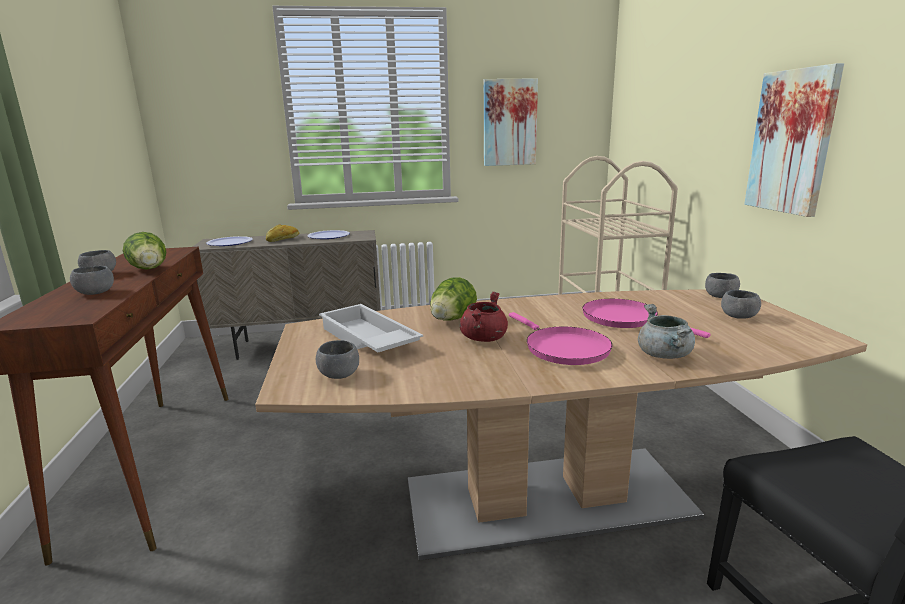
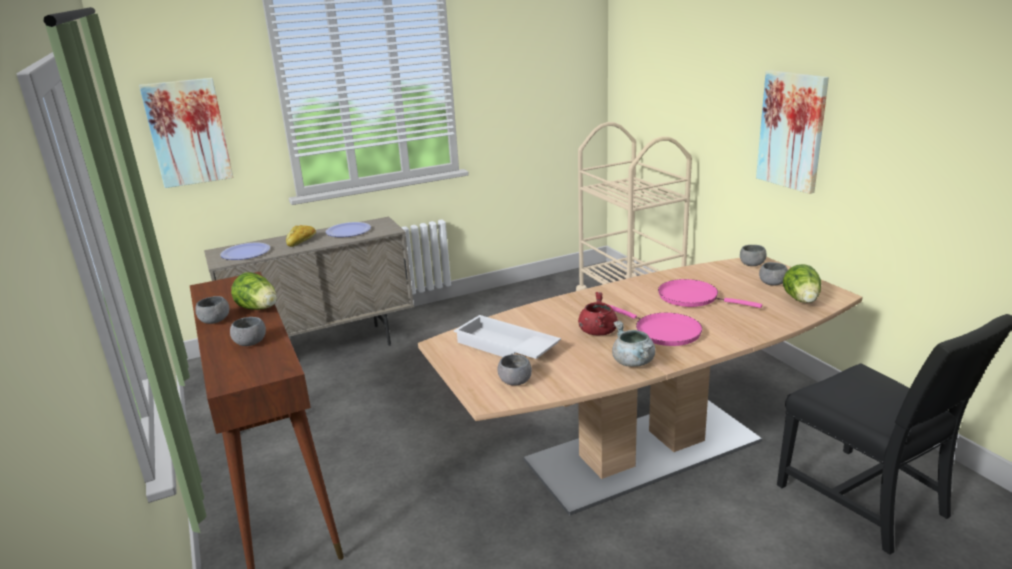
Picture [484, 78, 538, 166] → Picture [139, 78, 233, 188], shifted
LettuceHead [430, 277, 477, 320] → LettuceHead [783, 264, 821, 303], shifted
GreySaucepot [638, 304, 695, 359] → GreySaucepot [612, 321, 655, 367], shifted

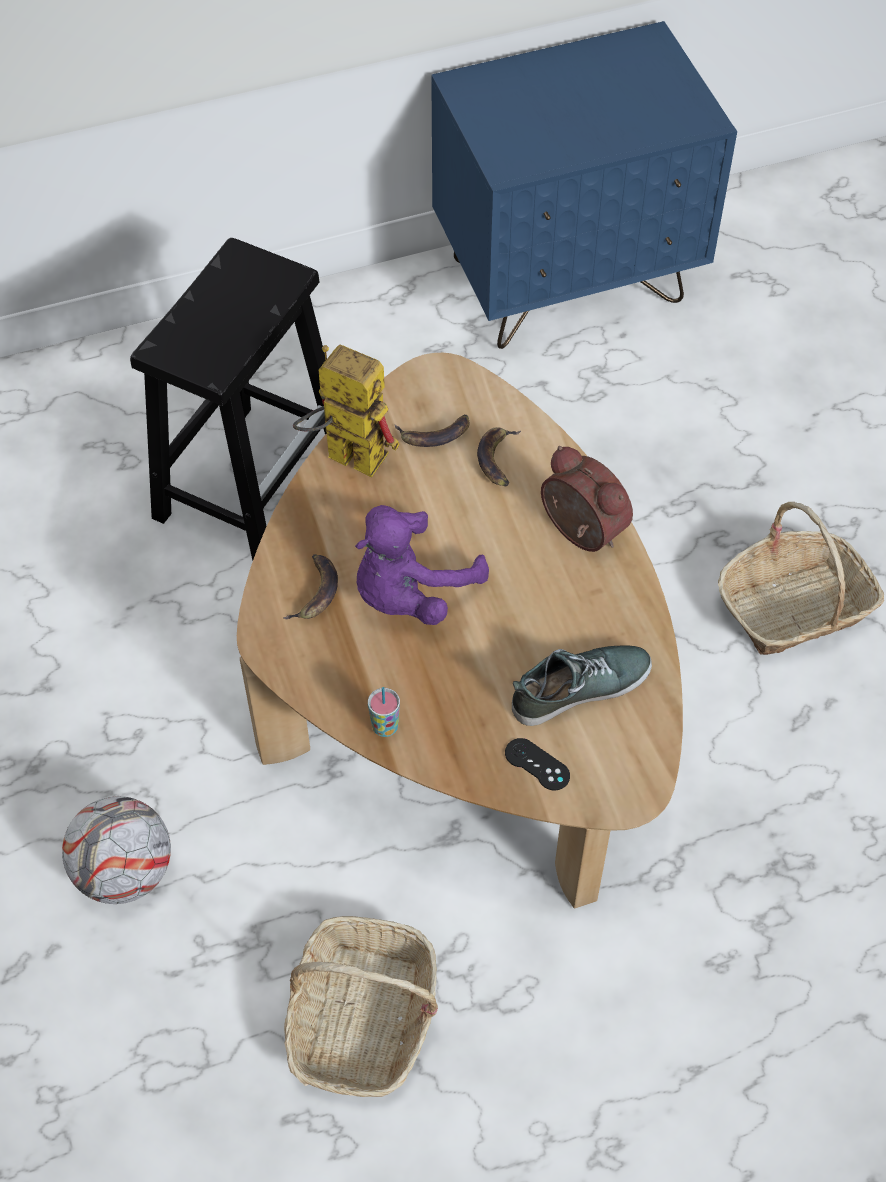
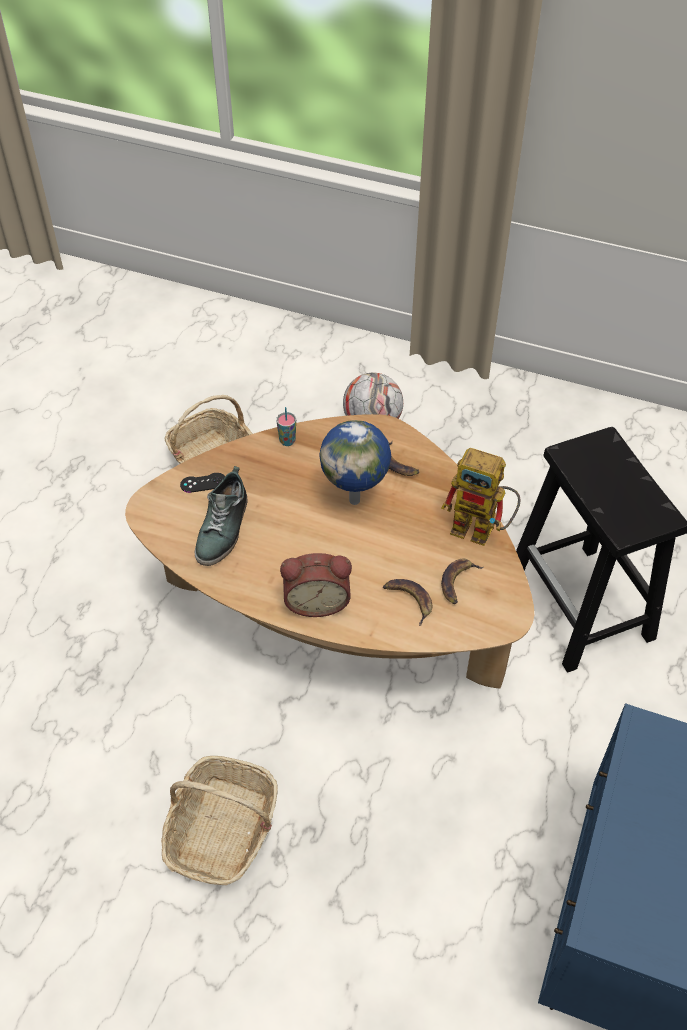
RobotFigure [293, 344, 400, 477] → RobotFigure [441, 448, 520, 546], 45 degrees clockwise
PurpleCuddlyToy [355, 505, 489, 625] → Globe [319, 420, 391, 505]

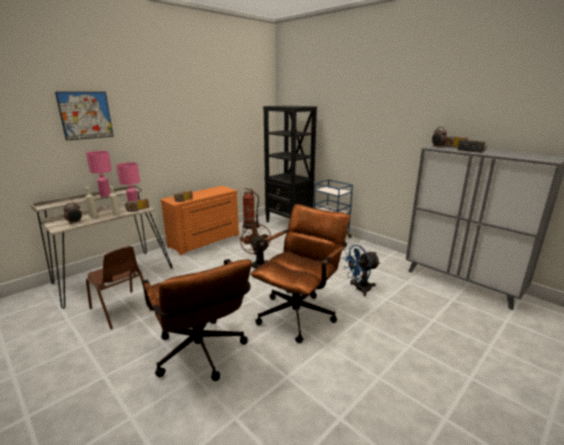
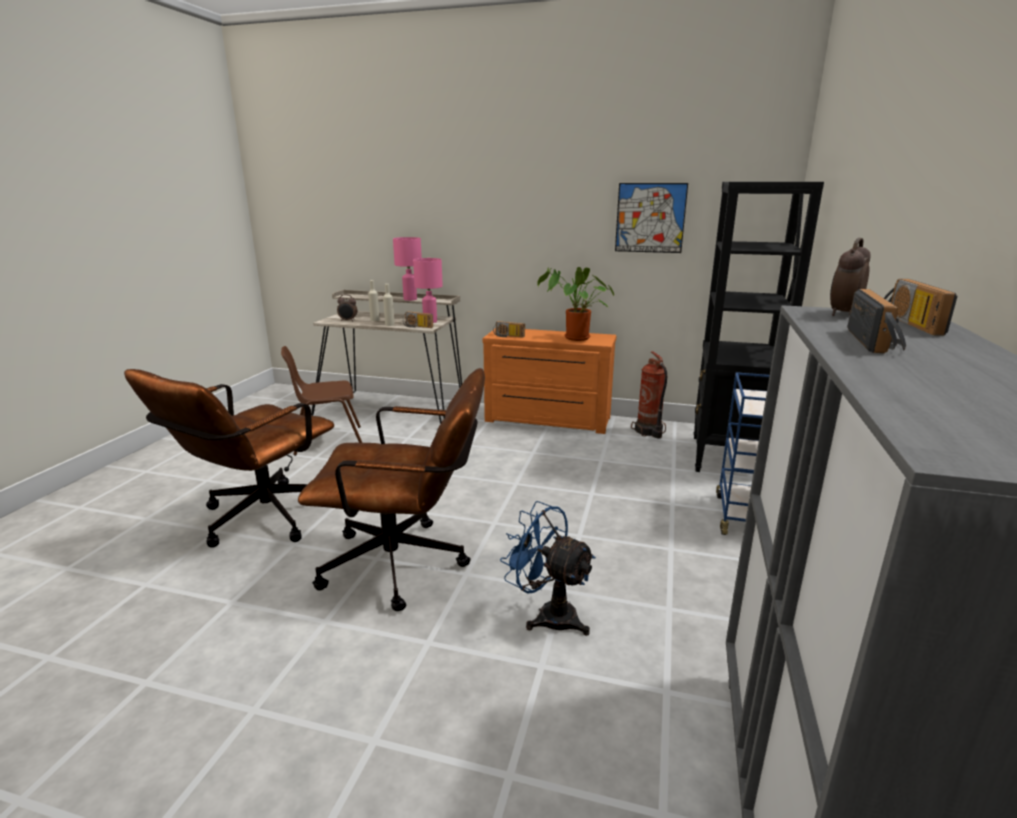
Picture [55, 92, 114, 141] → Picture [615, 183, 688, 253], shifted
BrownColouredElectricFan [240, 223, 271, 269] → -
BrownColouredUprightChair [86, 246, 152, 329] → BrownColouredUprightChair [281, 346, 362, 456], 60 degrees clockwise
- → PottedPlant [537, 267, 614, 341]

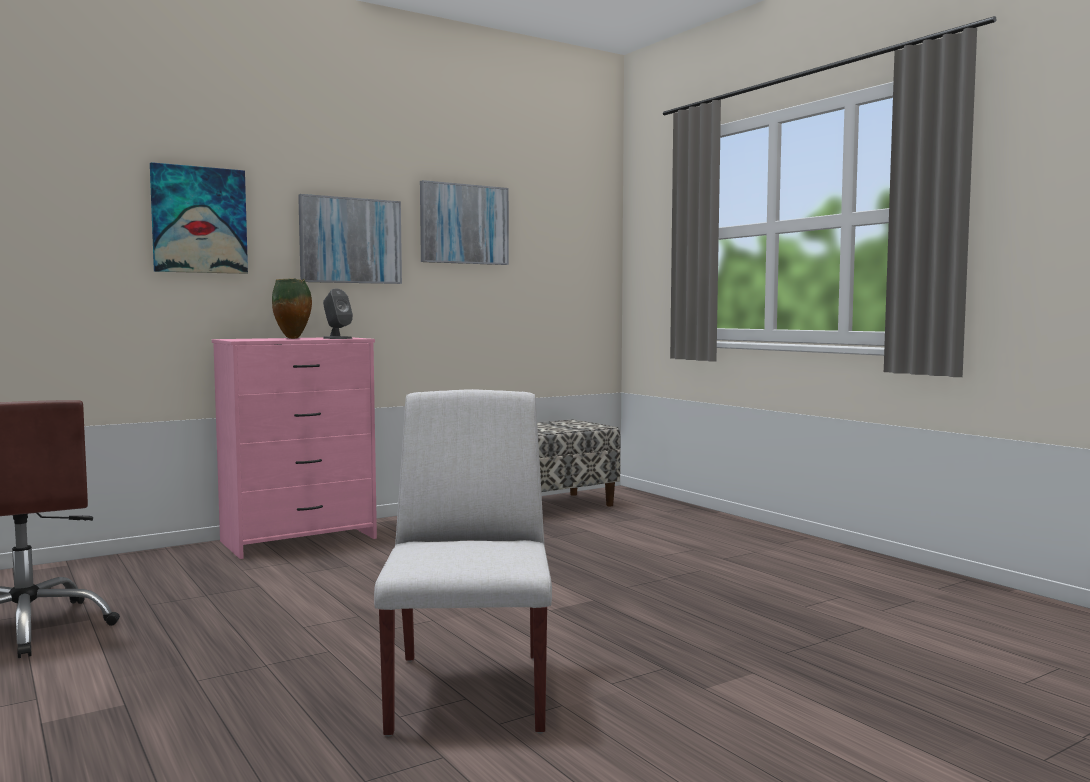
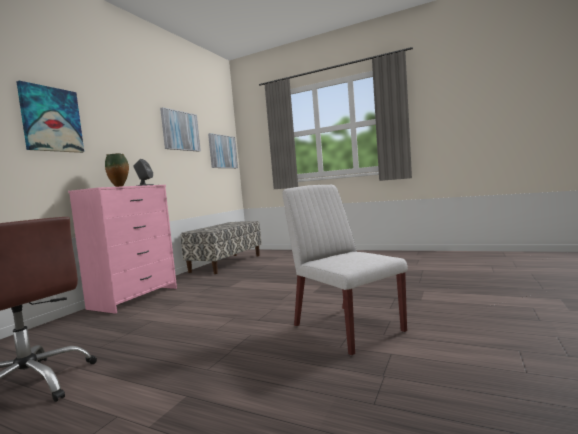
Picture [298, 194, 402, 284] → Picture [208, 133, 238, 168], shifted

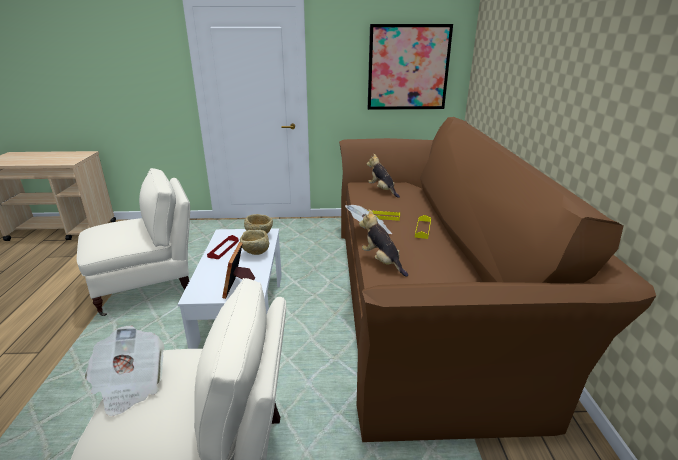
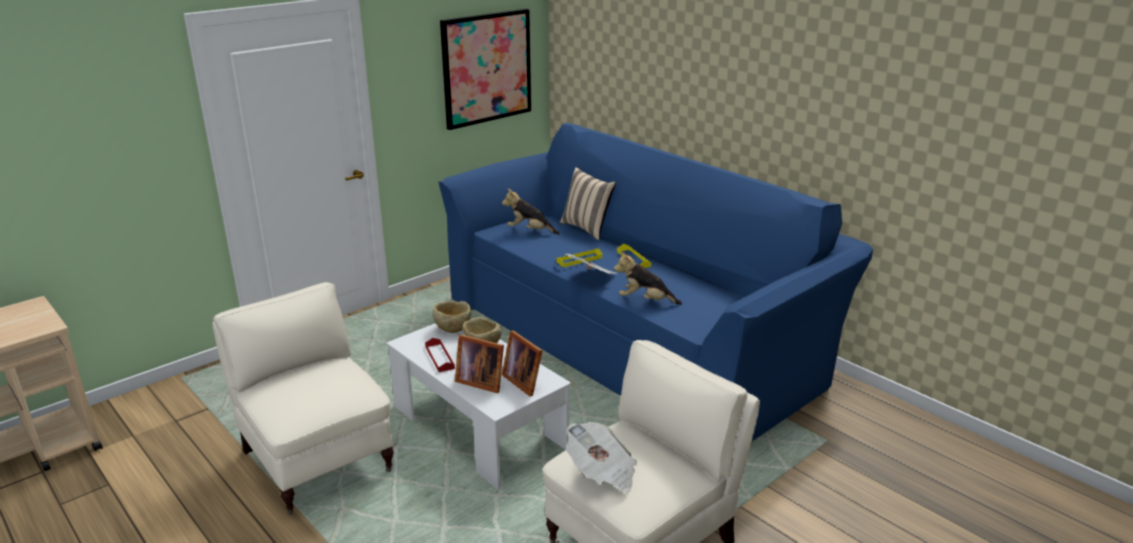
BrownColouredSettee [339, 117, 656, 442] → BluishSettee [438, 123, 873, 441]
SandColouredArmchair [77, 168, 190, 316] → SandColouredArmchair [213, 282, 394, 515], 60 degrees counterclockwise
- → SandColouredThrowPillow [560, 167, 616, 240]
- → StandingFrame [455, 335, 504, 393]

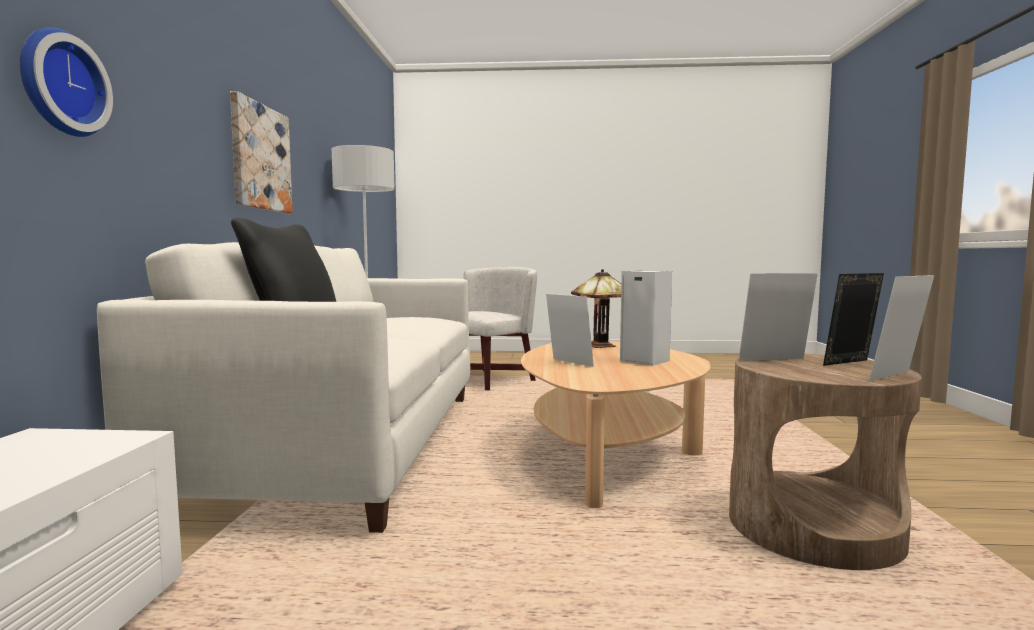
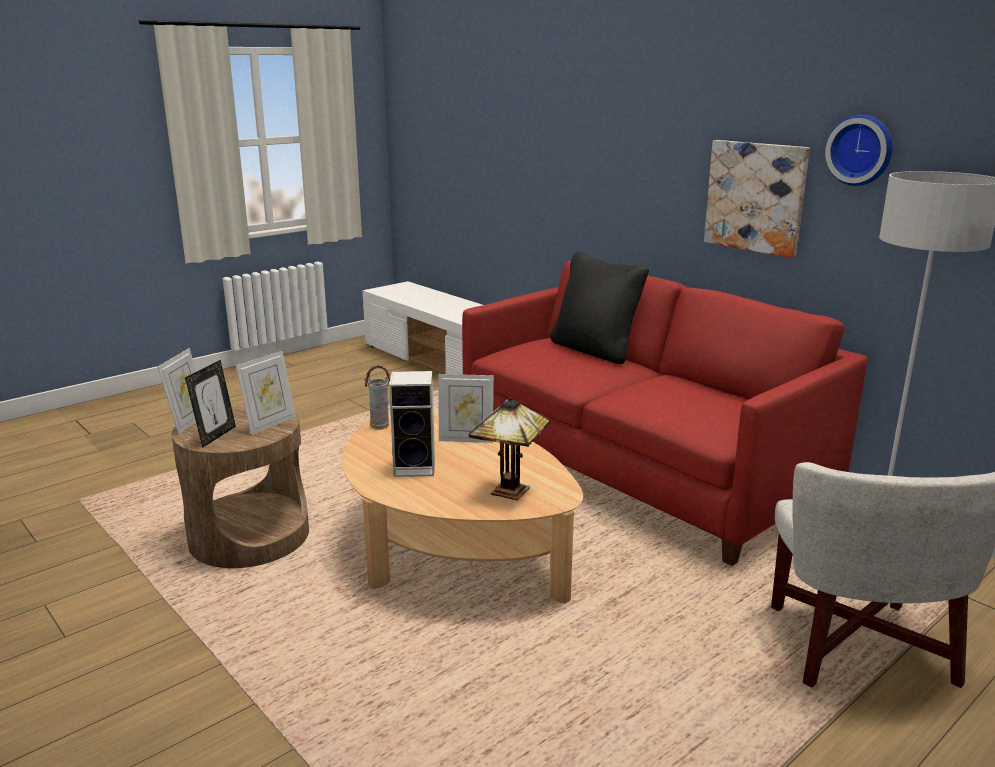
HangingClock [20, 27, 113, 137] → HangingClock [825, 114, 893, 186], shifted
WhiteColouredSettee [97, 242, 470, 533] → ReddishSettee [462, 261, 867, 566]
- → DecorativeVase [364, 365, 390, 430]

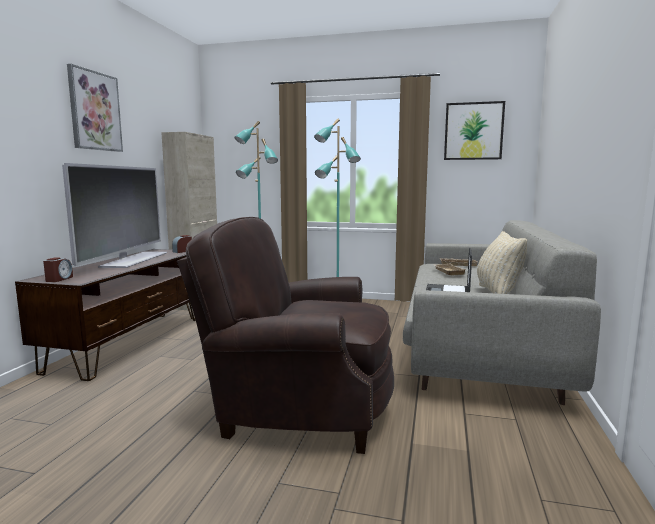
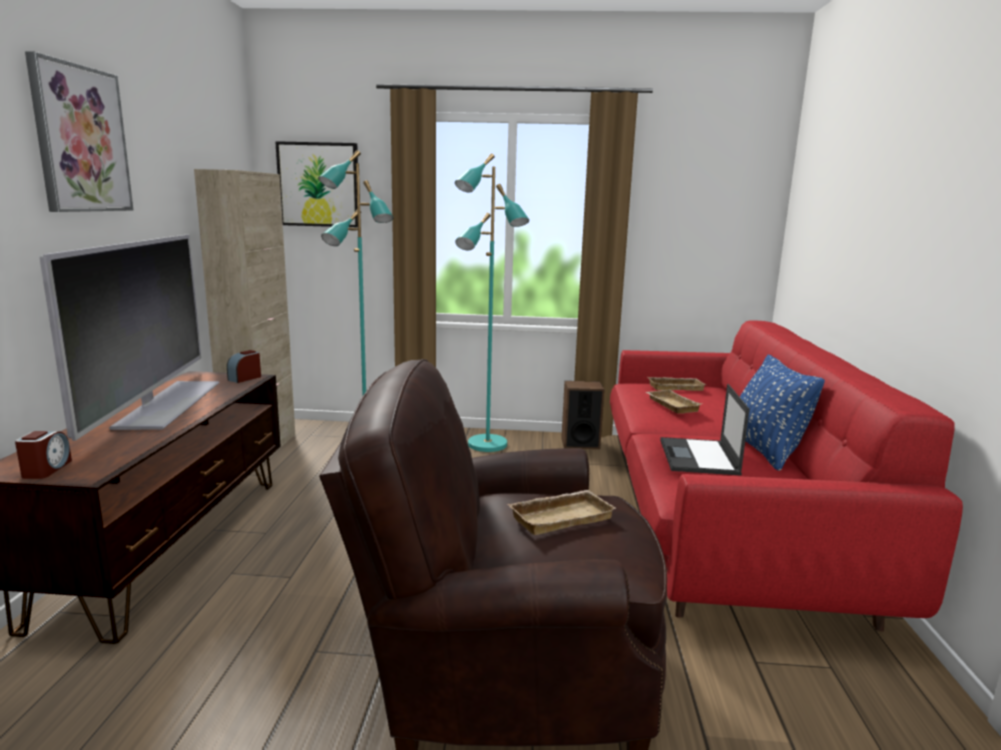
Picture [444, 101, 505, 160] → Picture [275, 141, 358, 227], shifted
GreySettee [403, 220, 601, 405] → ReddishSettee [610, 320, 963, 631]
SandColouredThrowPillow [477, 231, 527, 294] → BluishThrowPillow [740, 354, 825, 471]
- → AudioSpeaker [561, 381, 604, 449]
- → SandColouredServingTray [508, 490, 616, 535]

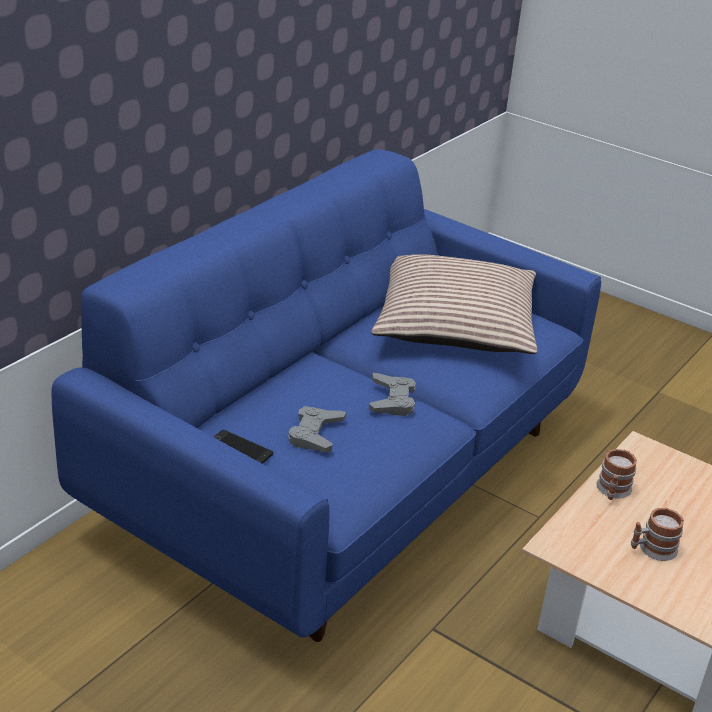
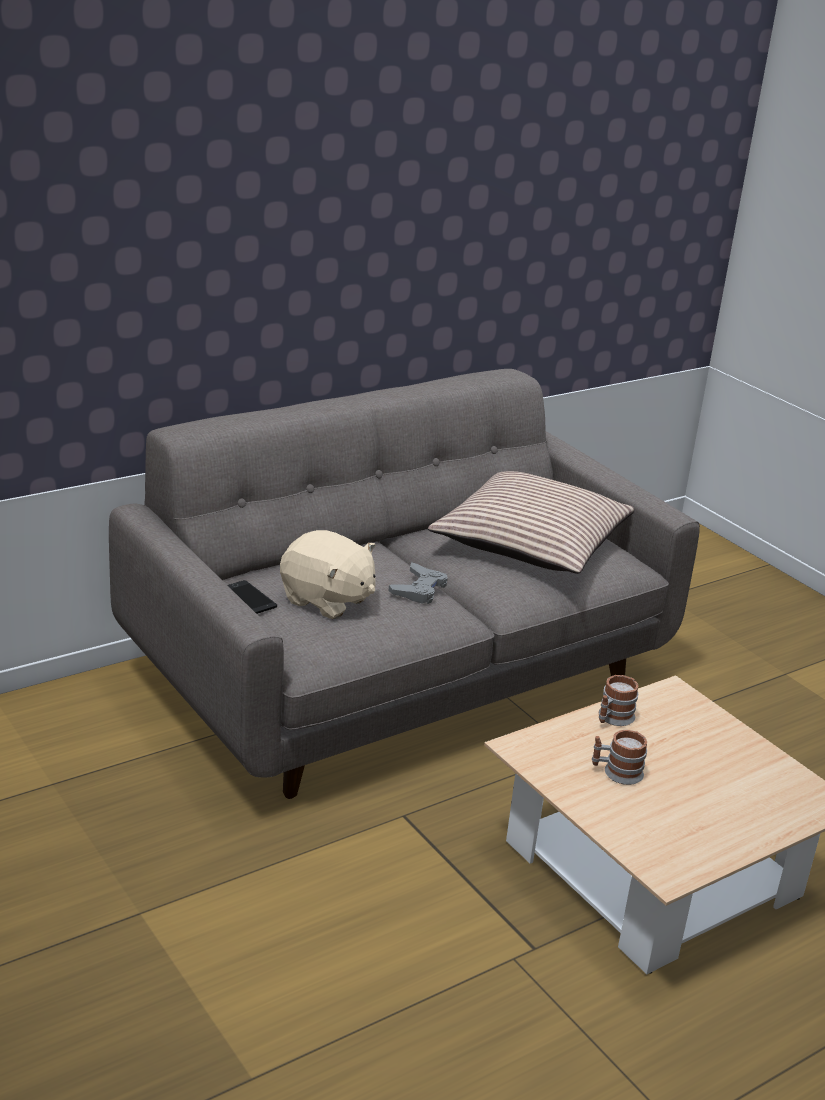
BluishSettee [52, 149, 601, 642] → GreySettee [109, 369, 700, 799]
GreyJoypad [288, 406, 346, 452] → SandColouredCuddlyToy [280, 530, 376, 619]

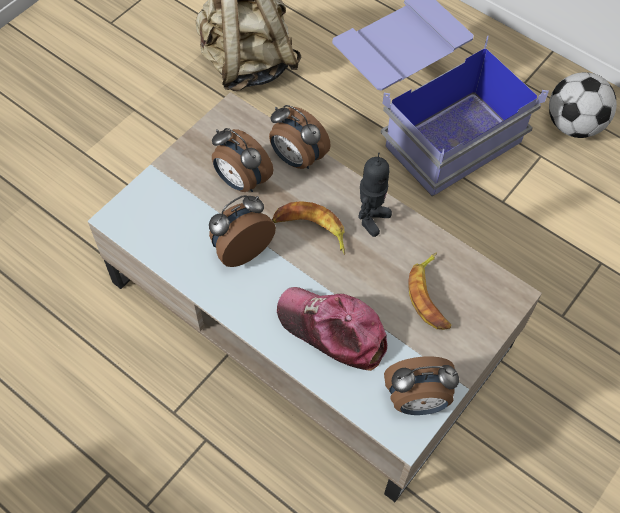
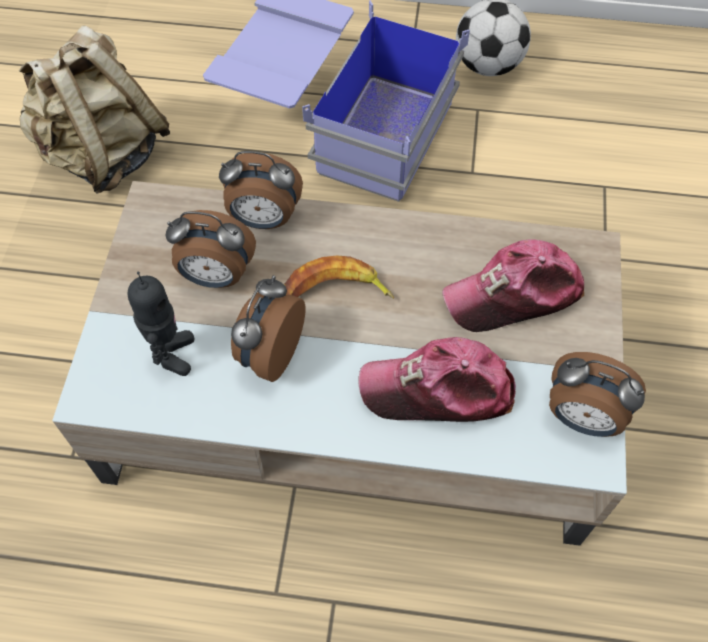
RobotFigure [358, 153, 392, 237] → RobotFigure [127, 272, 194, 376], shifted
Banana [408, 253, 451, 330] → PeakedCap [442, 239, 584, 332]
TableClock [384, 356, 459, 415] → TableClock [549, 352, 646, 437], 60 degrees clockwise

